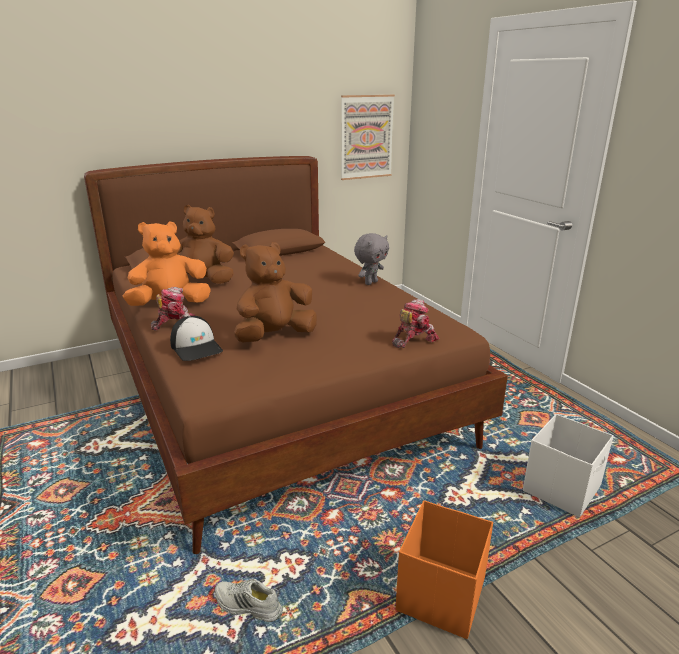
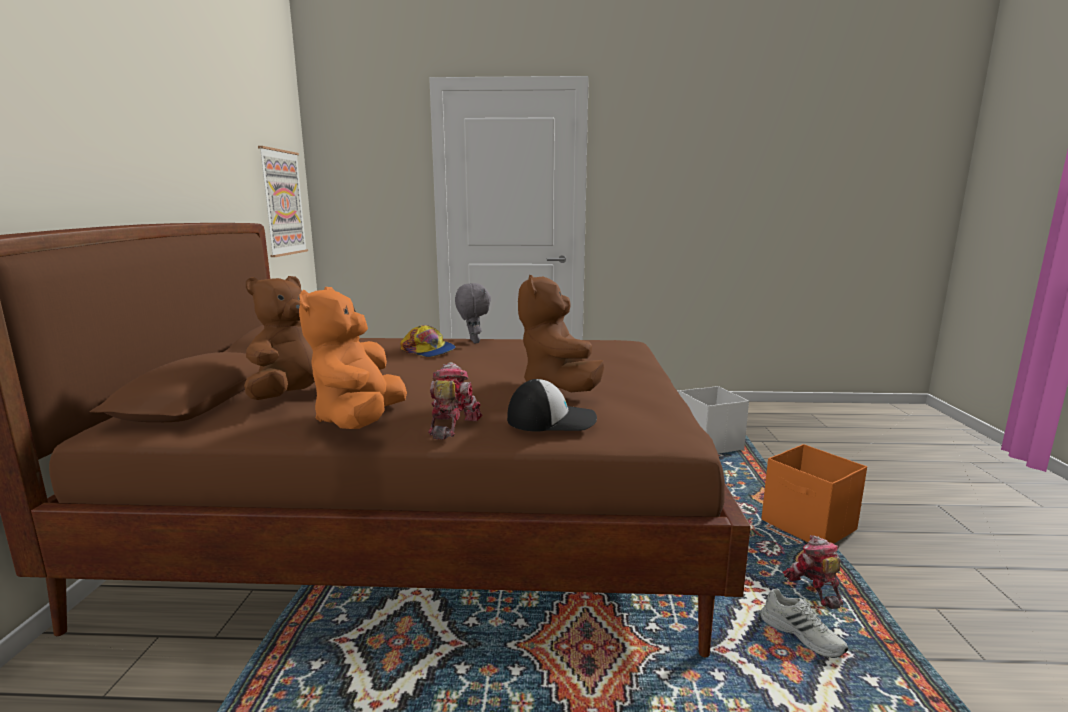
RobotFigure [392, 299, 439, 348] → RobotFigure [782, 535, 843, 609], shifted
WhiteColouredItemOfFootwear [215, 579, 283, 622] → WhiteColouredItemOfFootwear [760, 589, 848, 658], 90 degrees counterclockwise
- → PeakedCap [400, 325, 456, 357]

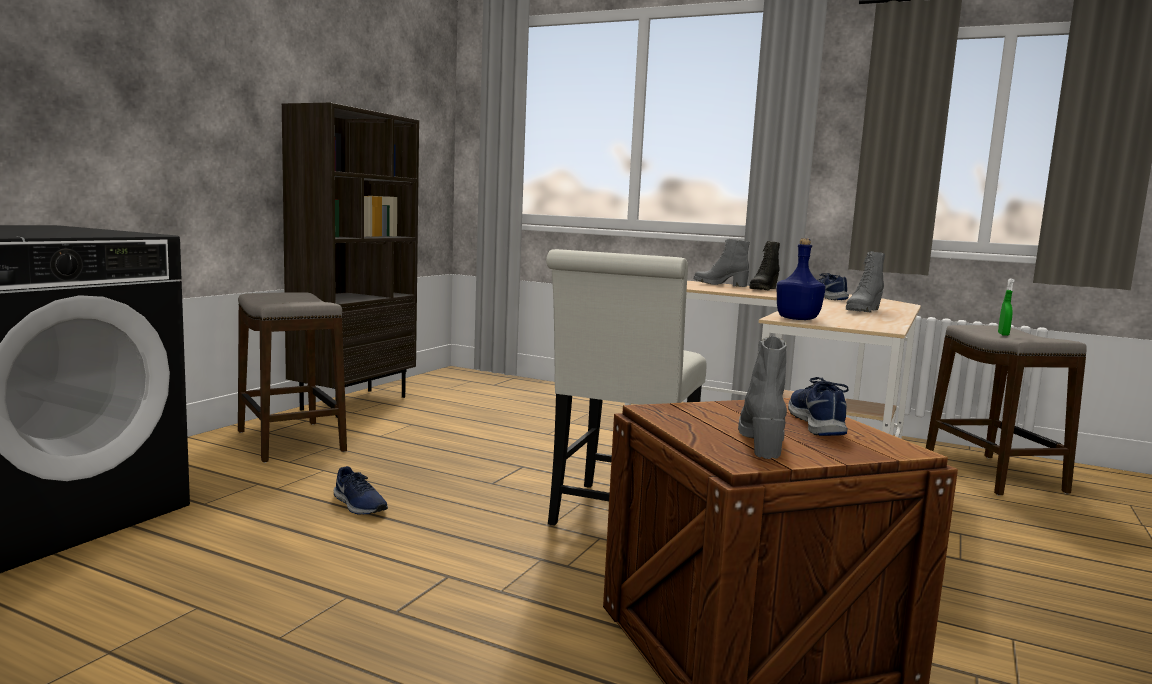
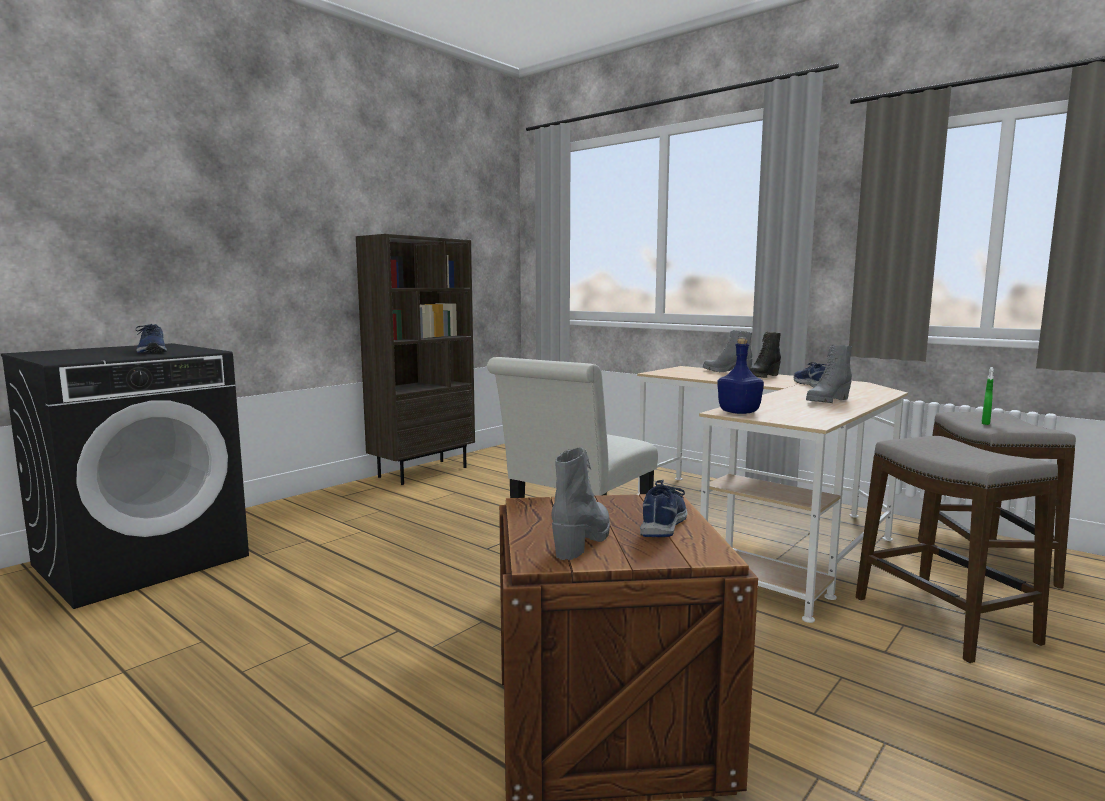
Stool [238, 292, 347, 463] → Stool [856, 436, 1058, 663], shifted
BluishItemOfFootwear [334, 466, 388, 515] → BluishItemOfFootwear [136, 324, 167, 353], shifted

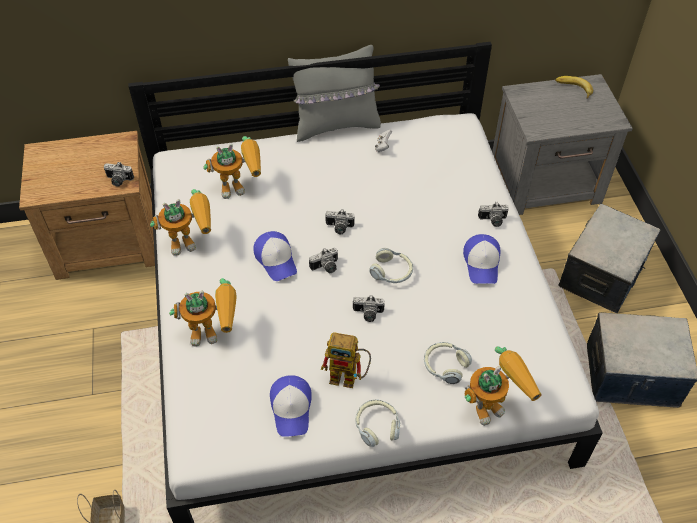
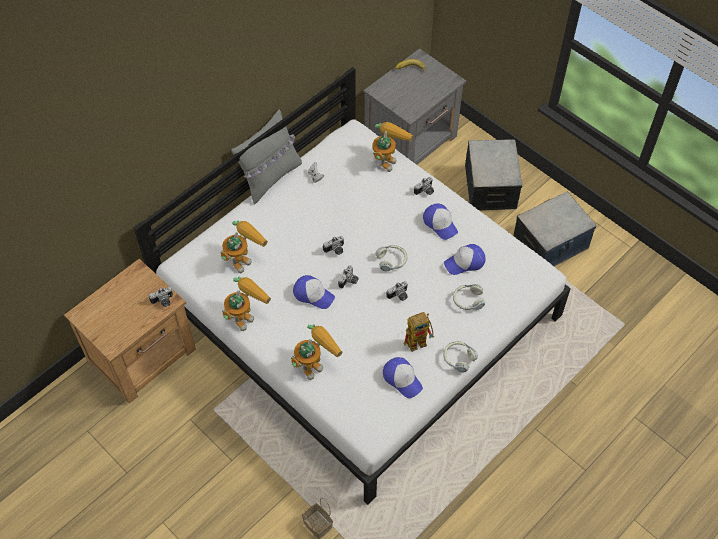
RobotFigure [465, 347, 542, 426] → RobotFigure [372, 122, 413, 172], shifted
- → PeakedCap [444, 244, 486, 275]

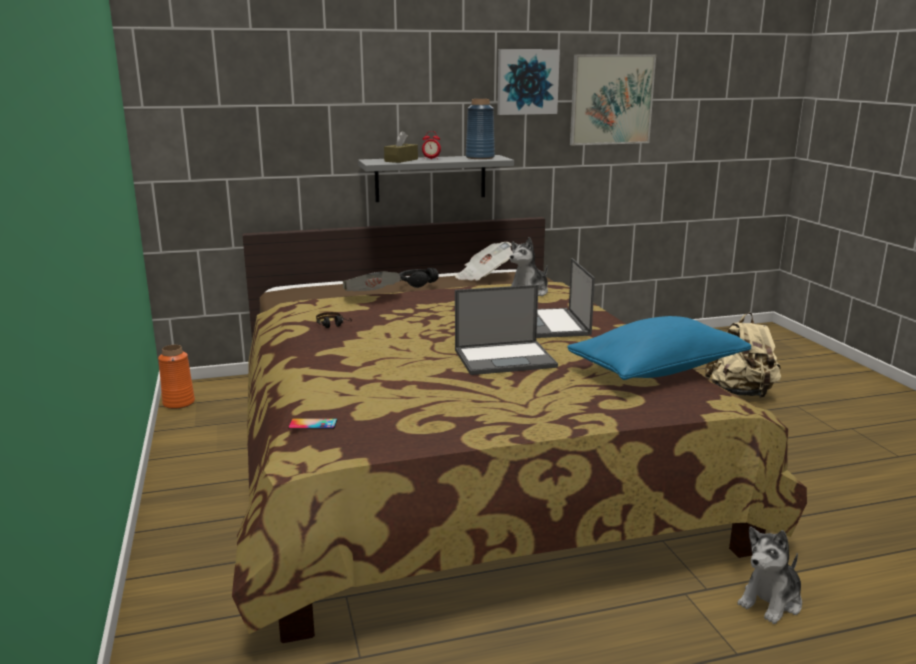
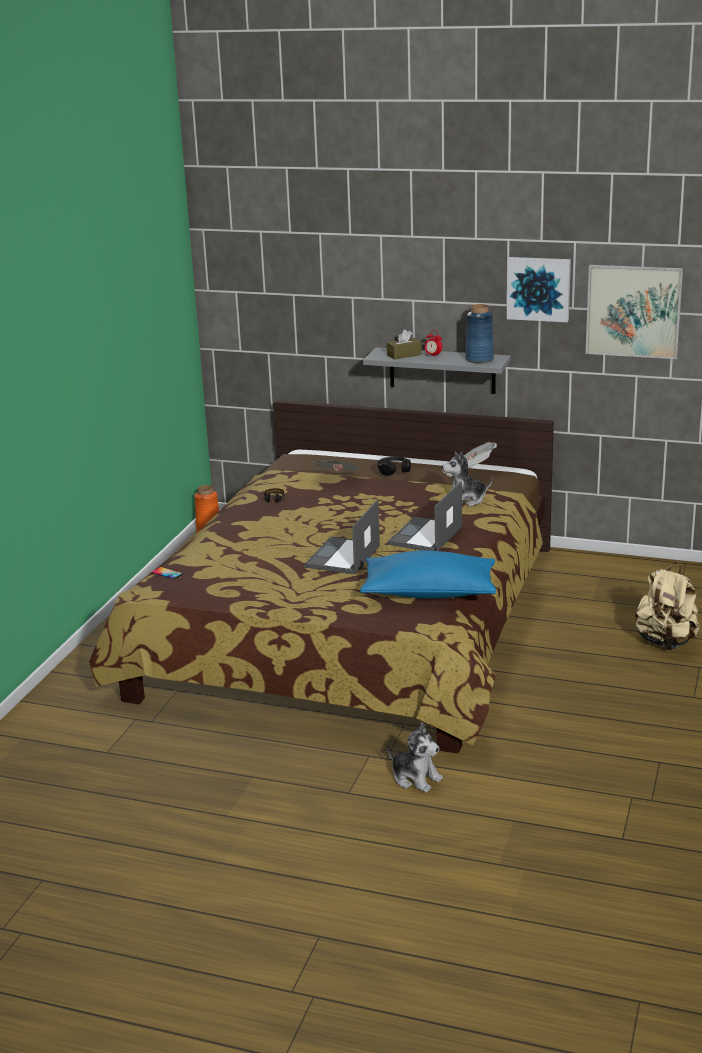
Laptop [455, 285, 558, 375] → Laptop [304, 500, 380, 574], 90 degrees clockwise
CuddlyToy [737, 527, 802, 624] → CuddlyToy [387, 722, 443, 793], 135 degrees counterclockwise

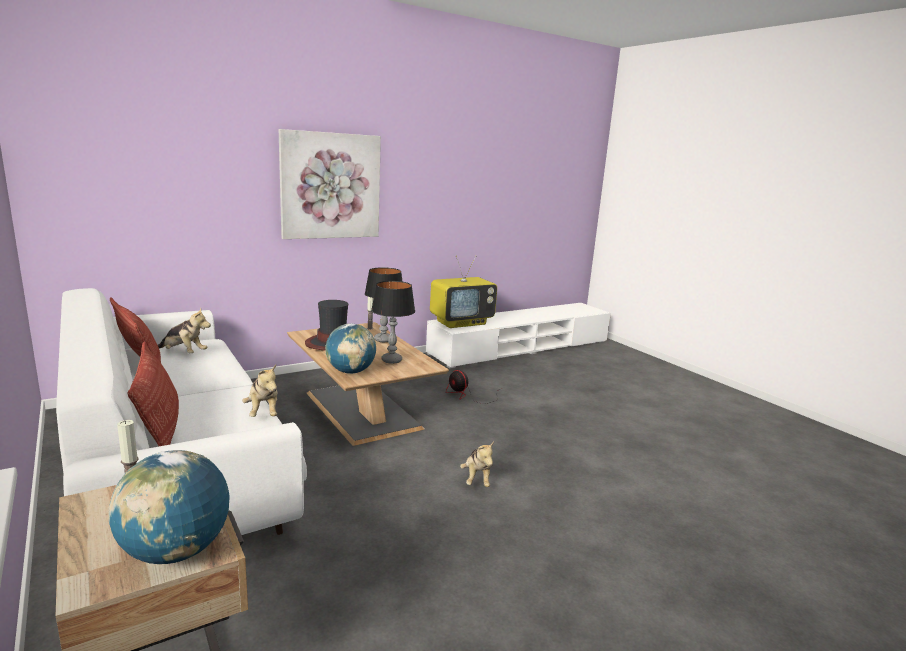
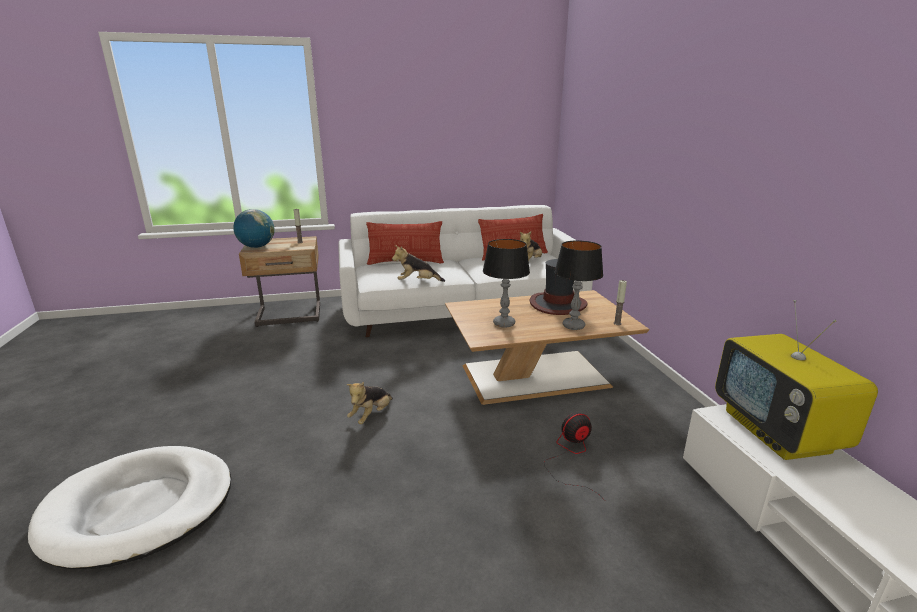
Picture [279, 129, 381, 239] → -
Globe [325, 324, 376, 374] → -
CuddlyToy [460, 442, 494, 487] → CuddlyToy [347, 382, 393, 424], 75 degrees counterclockwise
- → WhiteColouredPetBed [28, 446, 231, 569]

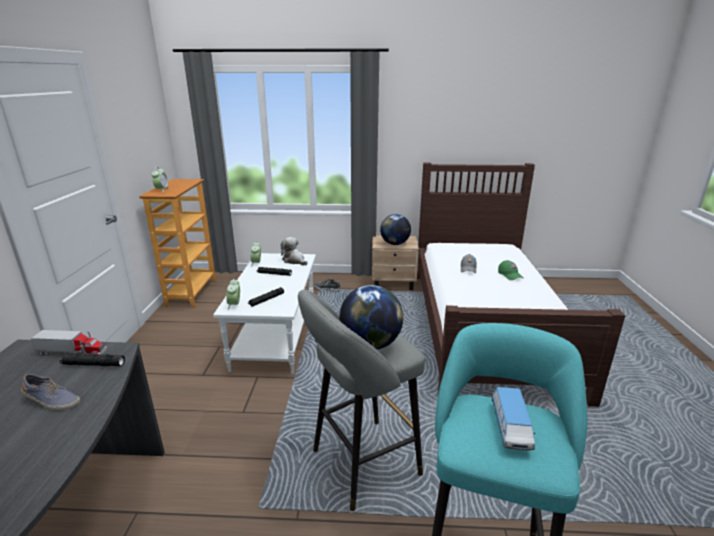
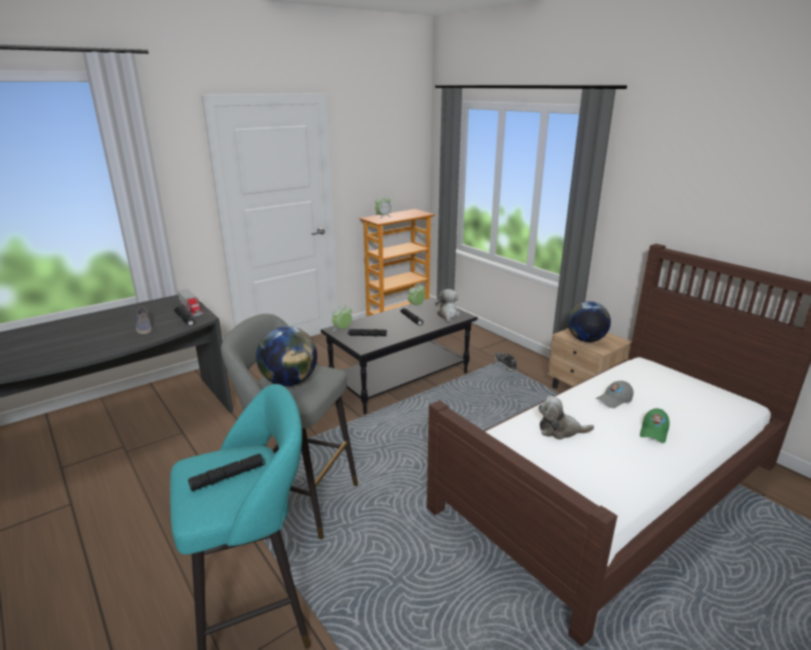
WhiteColouredCoffeeTable [213, 253, 316, 374] → BlackColouredCoffeeTable [321, 298, 478, 414]
ToyCar [492, 387, 535, 450] → BlackColouredTorch [188, 453, 265, 491]
- → CuddlyToy [538, 396, 594, 440]

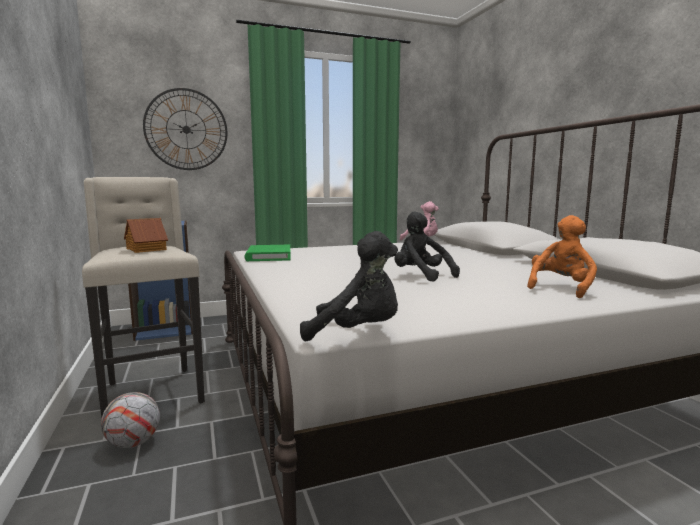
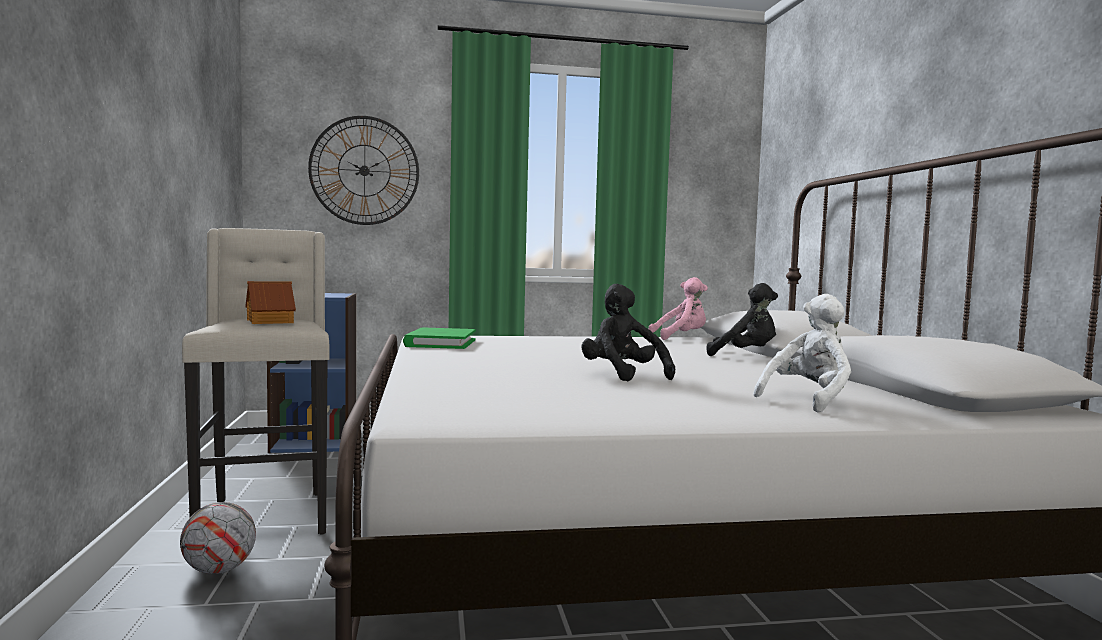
OrangeCuddlyToy [527, 215, 597, 298] → WhiteColouredCuddlyToy [753, 294, 851, 413]
BlackColouredCuddlyToy [300, 231, 398, 341] → BlackColouredCuddlyToy [707, 283, 778, 356], shifted

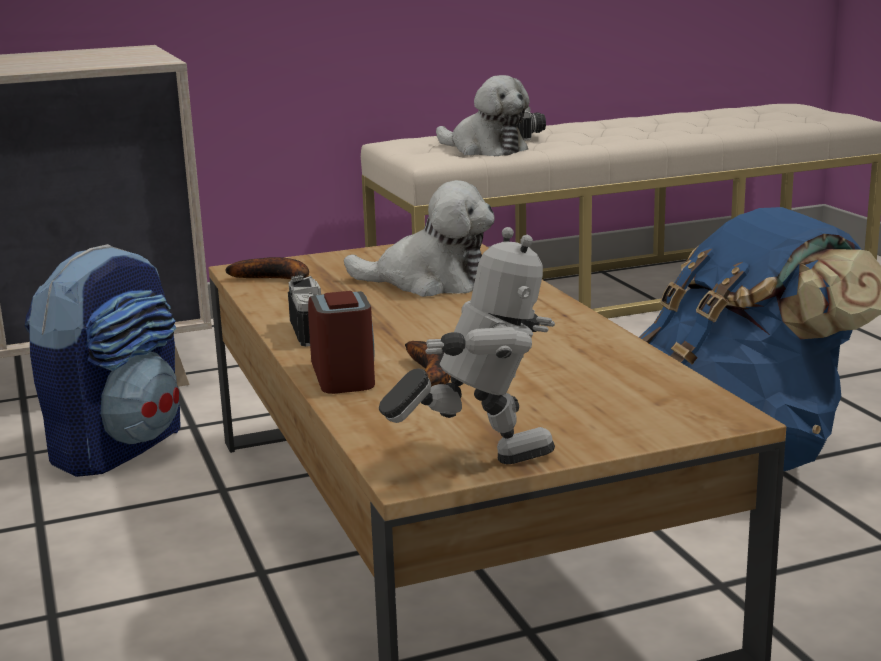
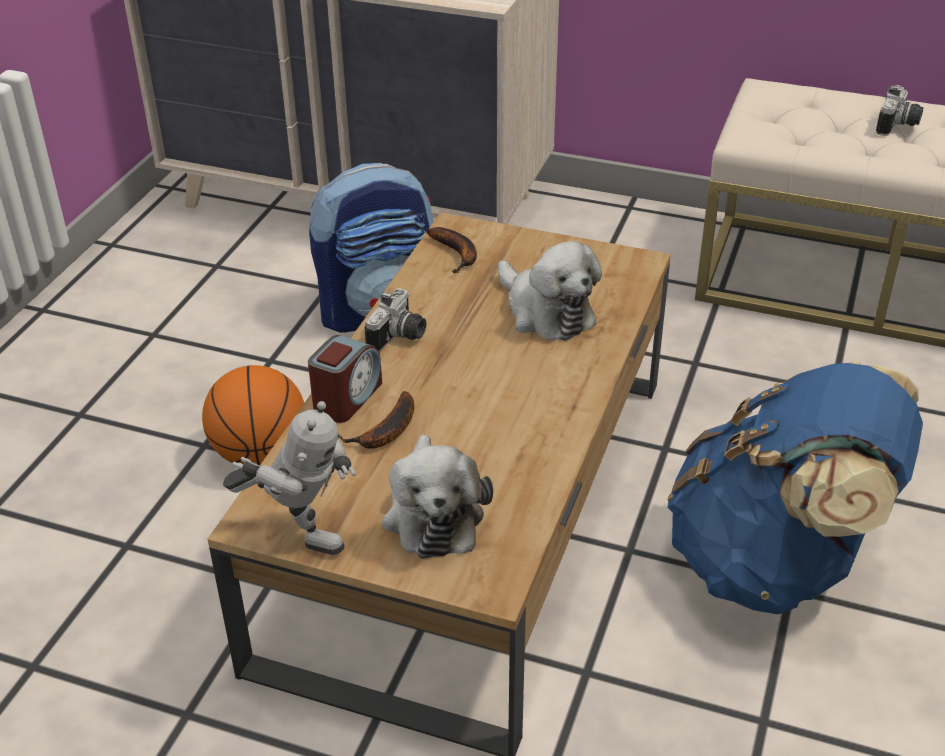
CuddlyToy [436, 75, 530, 156] → CuddlyToy [382, 434, 493, 559], shifted
- → Basketball [202, 365, 304, 466]

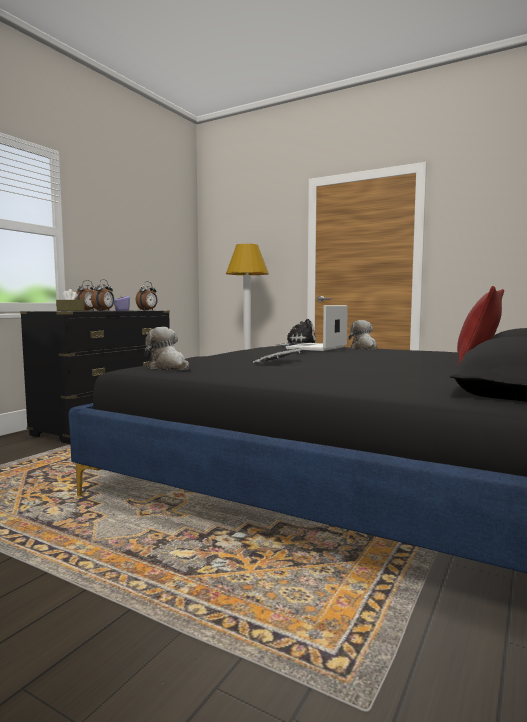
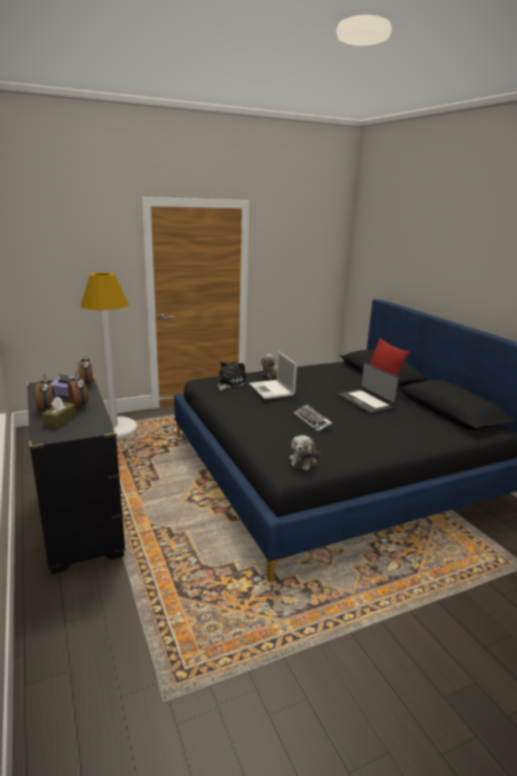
CuddlyToy [144, 327, 189, 370] → CuddlyToy [289, 435, 320, 470], 60 degrees counterclockwise
- → Laptop [338, 362, 400, 414]

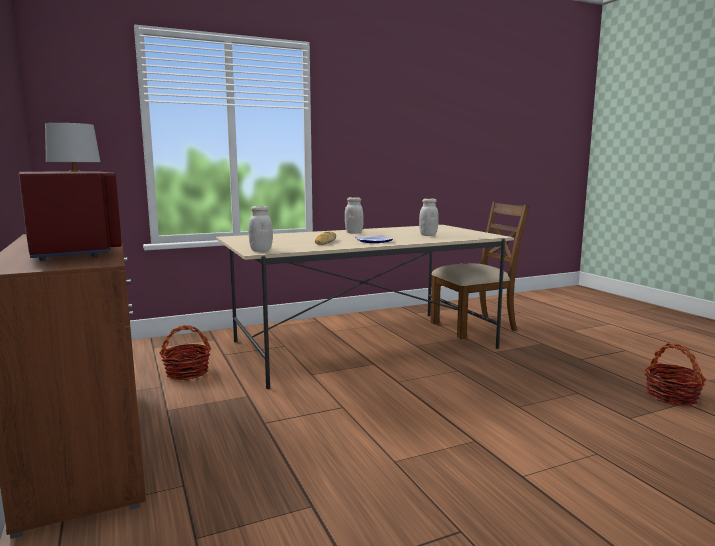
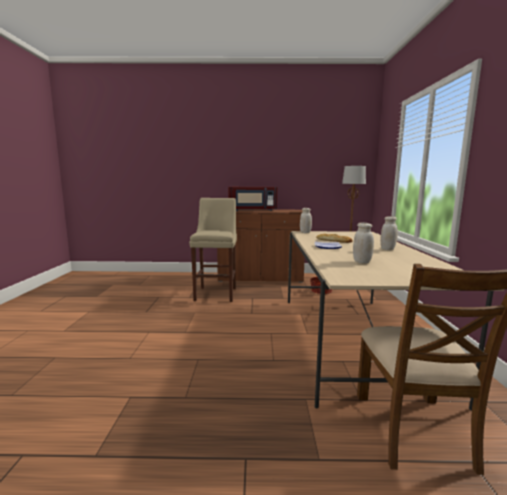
StorageBasket [645, 343, 706, 406] → -
- → SandColouredStool [189, 198, 237, 302]

